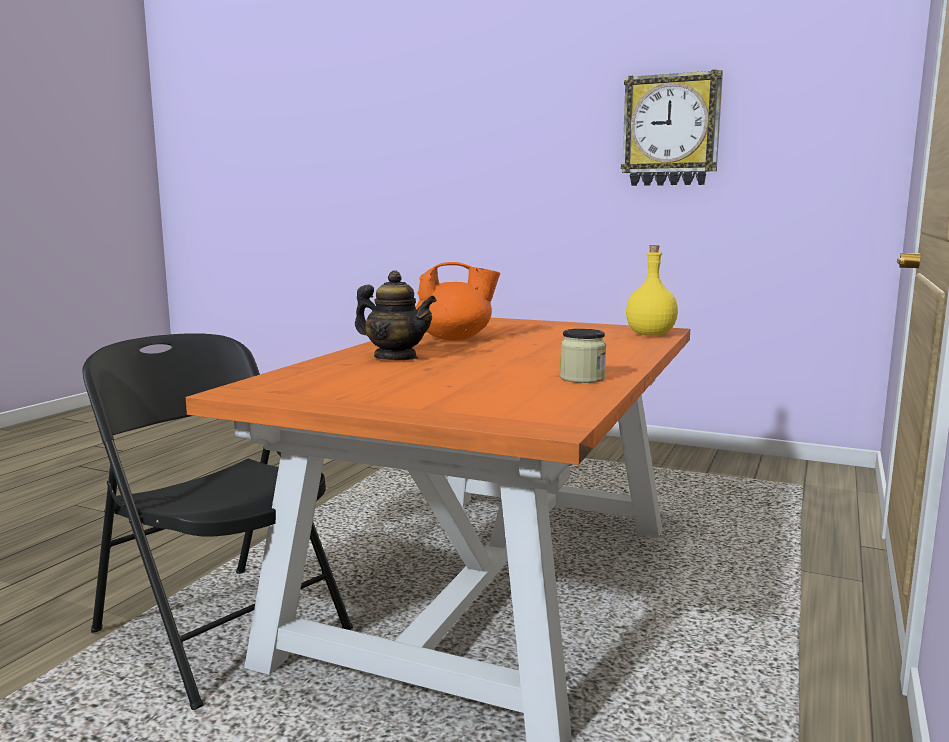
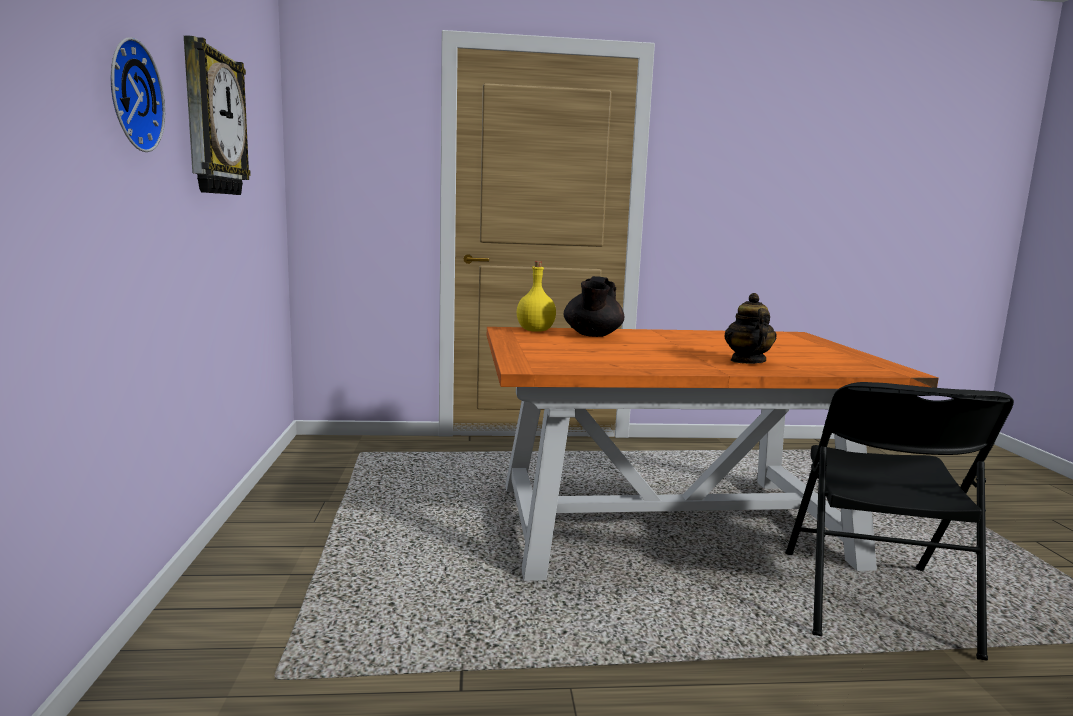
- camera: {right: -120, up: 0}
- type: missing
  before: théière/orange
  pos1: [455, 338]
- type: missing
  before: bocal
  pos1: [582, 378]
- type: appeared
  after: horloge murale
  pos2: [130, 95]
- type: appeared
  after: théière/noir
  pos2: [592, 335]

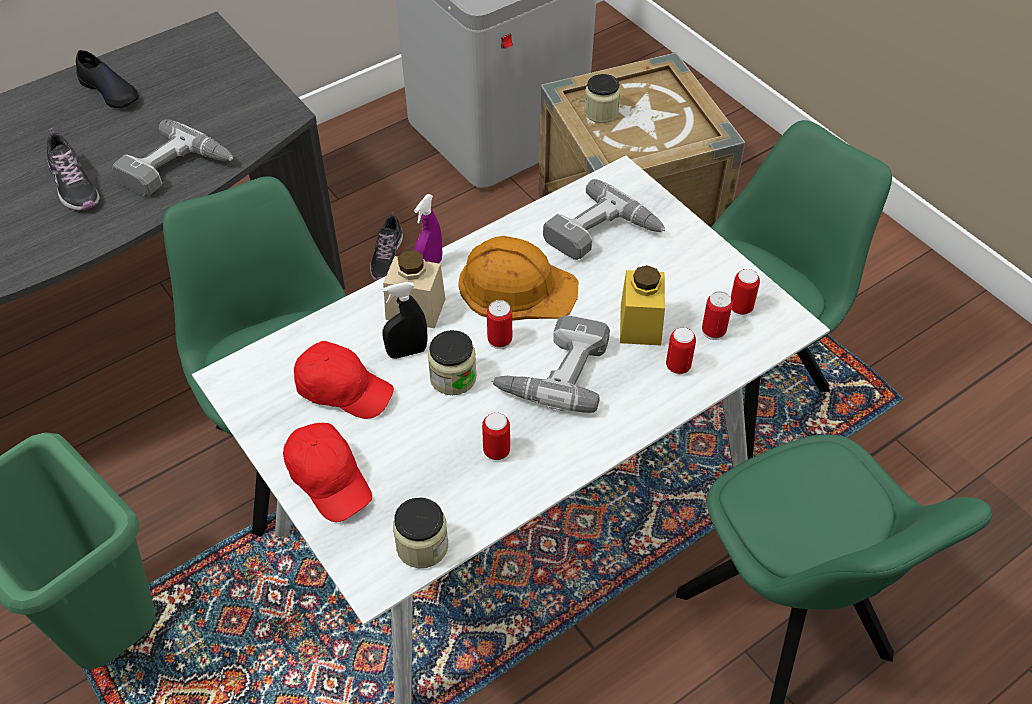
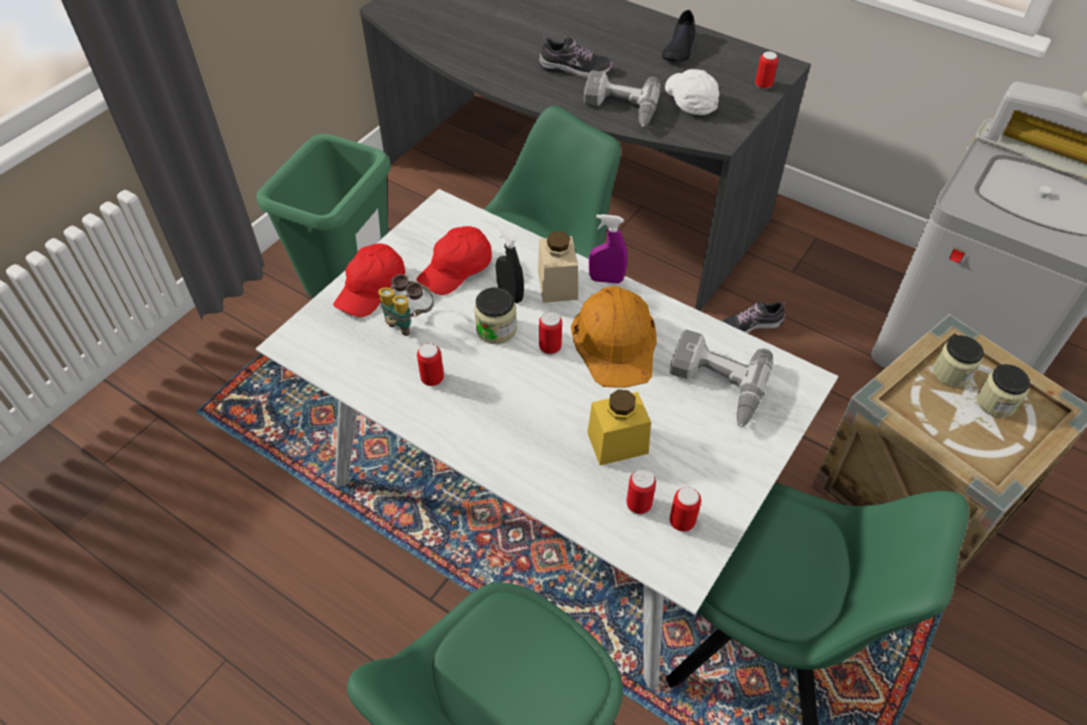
- camera: {right: 70, up: 0}
- type: missing
  before: perceuse
  pos1: [553, 370]
- type: appeared
  after: jumelles
  pos2: [408, 321]
- type: appeared
  after: casquette/blanc
  pos2: [690, 100]
- type: relocated
  before: bocal
  pos1: [422, 546]
  pos2: [995, 403]
- type: relocated
  before: boîte métallique
  pos1: [678, 366]
  pos2: [763, 85]
- type: spun
  before: chaussure
  pos1: [74, 185]
  pos2: [575, 69]
  turn: -120
- type: spun
  before: casquette/rouge
  pos1: [343, 389]
  pos2: [457, 270]
  turn: 45

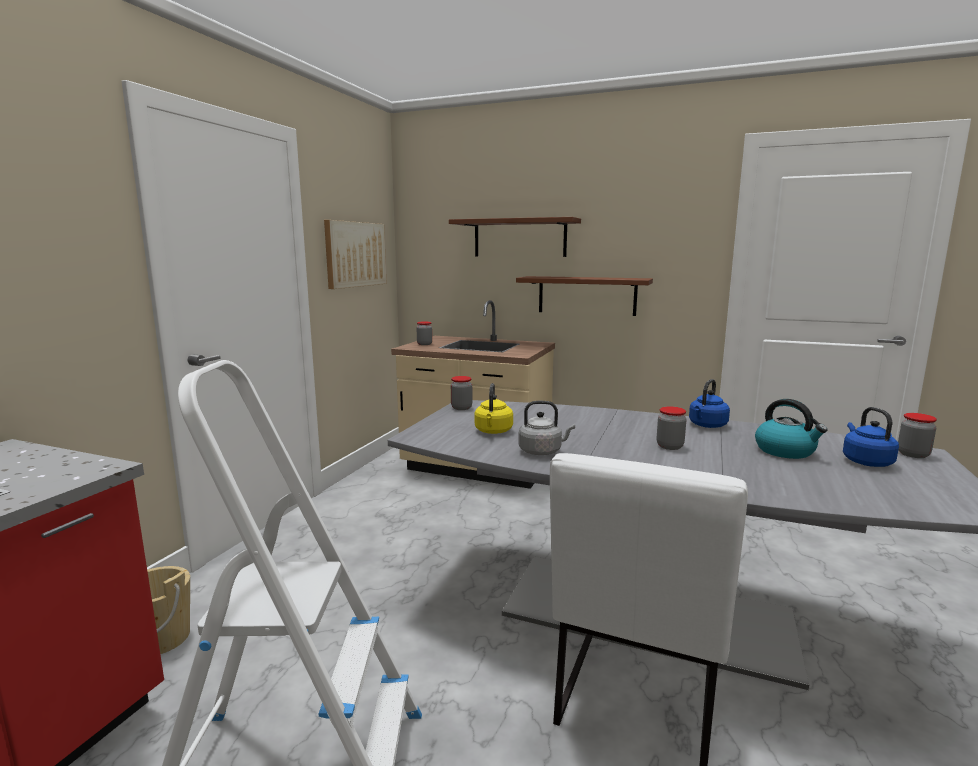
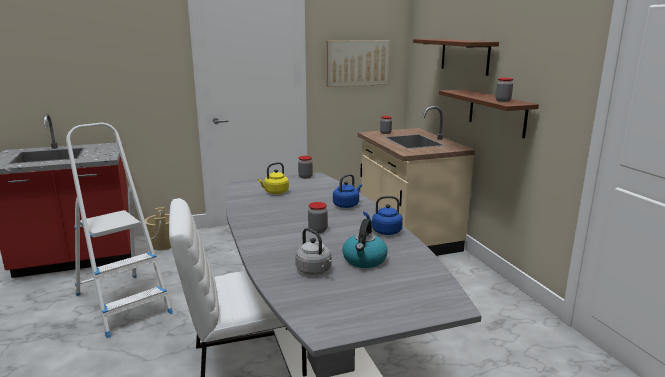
- camera: {right: 50, up: 5}
- type: relocated
  before: bouilloire/gris
  pos1: [542, 451]
  pos2: [315, 271]
- type: relocated
  before: bouilloire/bleu
  pos1: [865, 461]
  pos2: [347, 205]
- type: relocated
  before: bocal
  pos1: [913, 454]
  pos2: [503, 101]

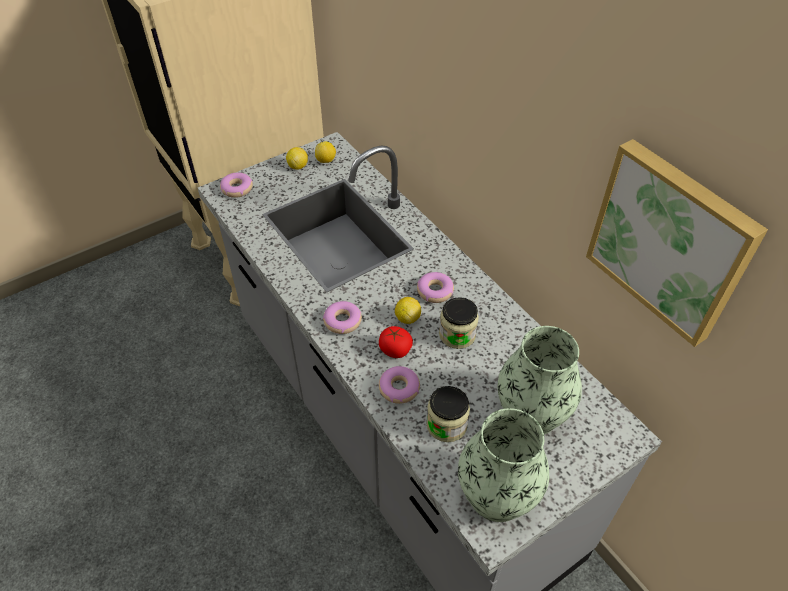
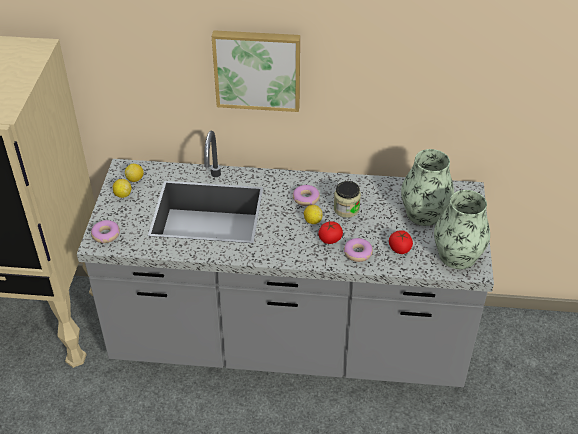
- camera: {right: -50, up: -5}
- type: missing
  before: beignet
  pos1: [343, 321]
- type: relocated
  before: tableau
  pos1: [670, 241]
  pos2: [257, 69]
- type: exchanged
  before: bocal
  after: tomate
  pos1: [446, 424]
  pos2: [400, 249]

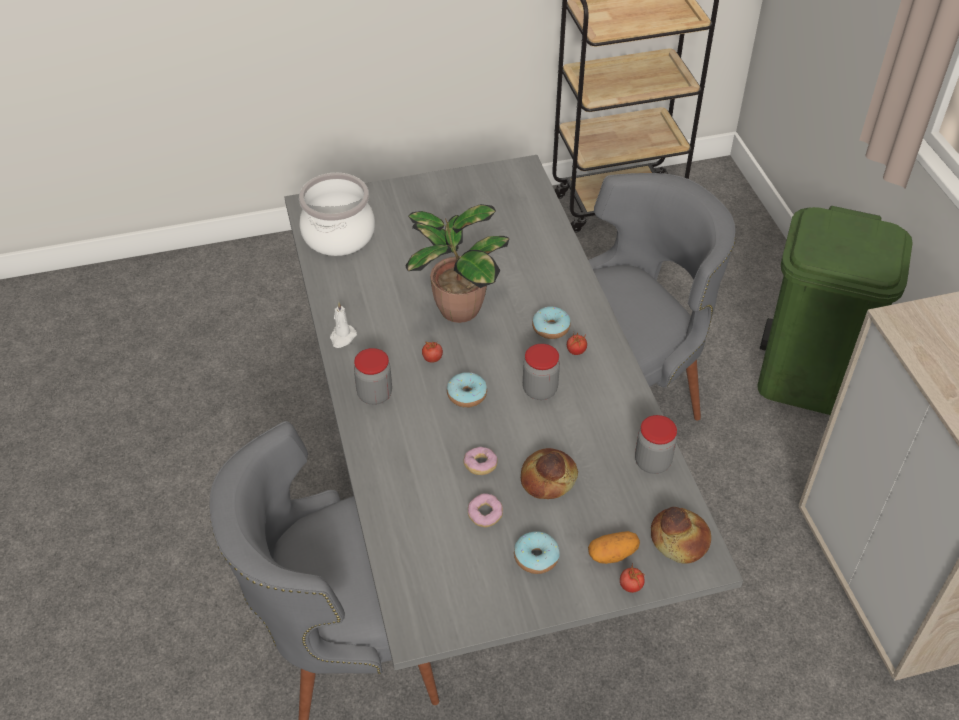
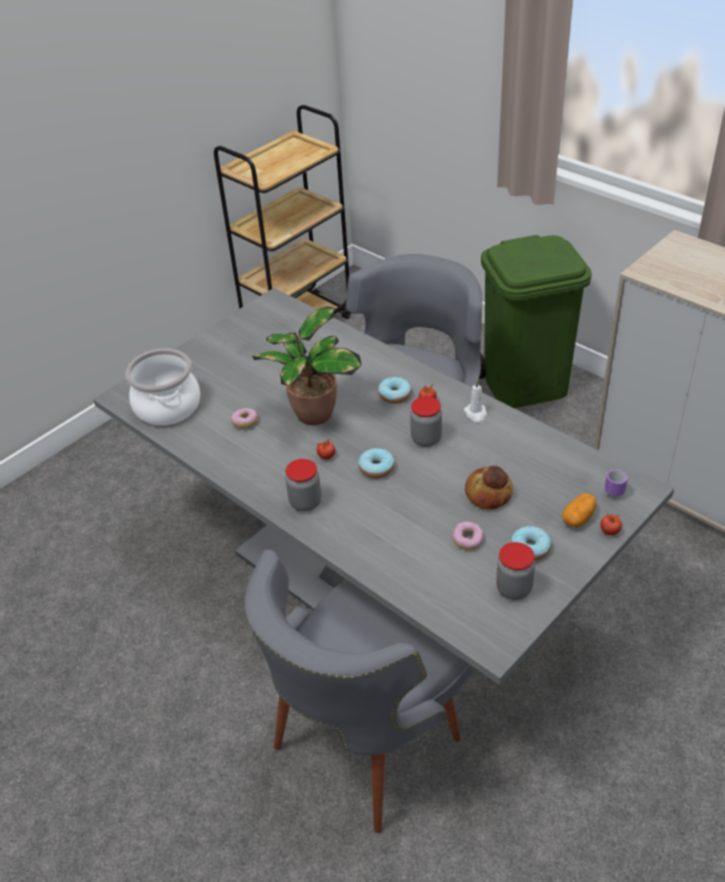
- camera: {right: -30, up: -5}
- type: relocated
  before: bougie/blanc
  pos1: [342, 337]
  pos2: [476, 414]
- type: relocated
  before: beignet
  pos1: [480, 465]
  pos2: [245, 422]
- type: relocated
  before: bocal
  pos1: [652, 462]
  pos2: [514, 589]
- type: exchanged
  before: pain
  after: mug
  pos1: [680, 539]
  pos2: [612, 485]

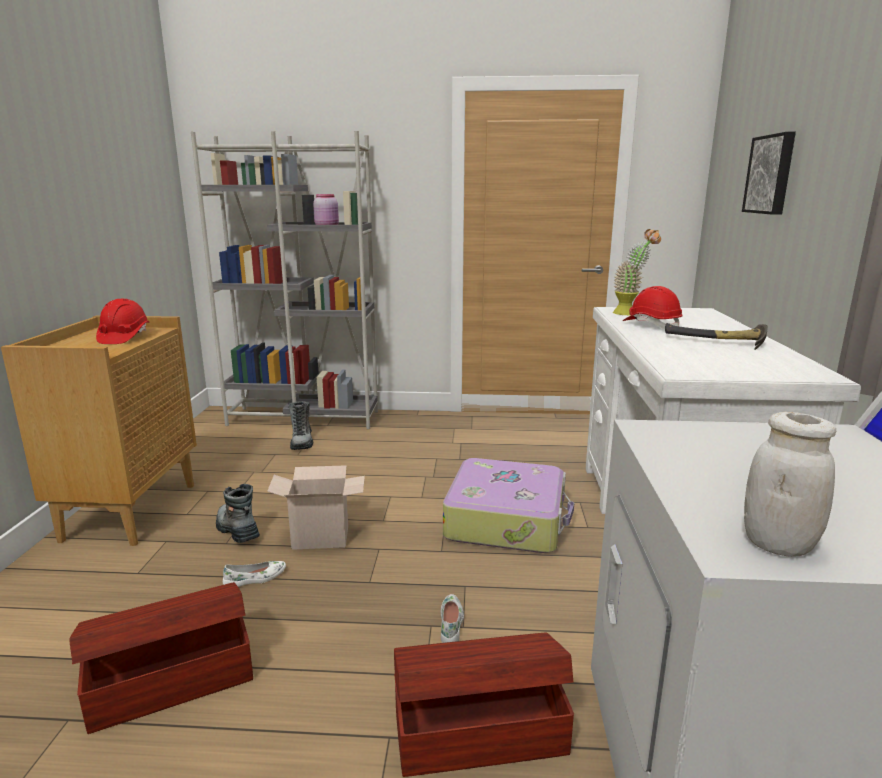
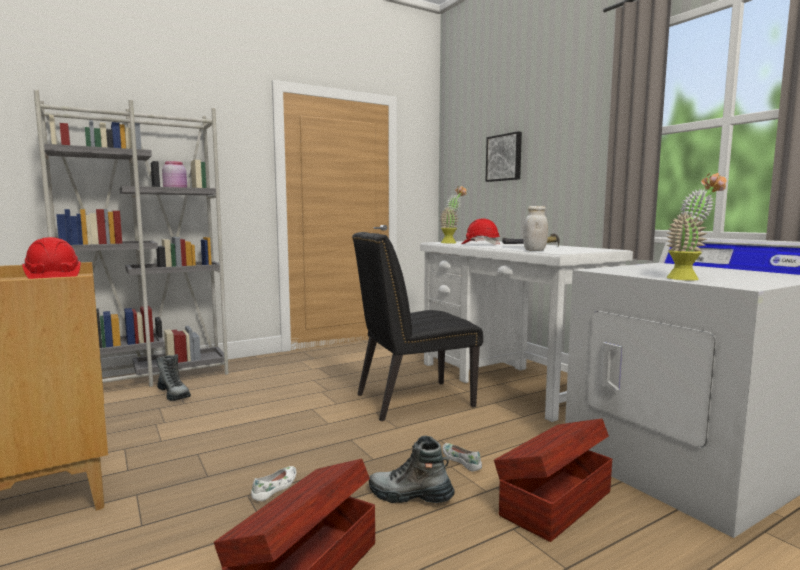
- camera: {right: -35, up: -10}
- type: missing
  before: carton
  pos1: [322, 537]
- type: appeared
  after: plante en pot
  pos2: [689, 278]
- type: relocated
  before: botte
  pos1: [237, 530]
  pos2: [410, 496]
- type: relocated
  before: bocal/blanc
  pos1: [778, 544]
  pos2: [534, 250]
- type: exchanged
  before: valise
  after: chaise/noir
  pos1: [507, 520]
  pos2: [415, 400]

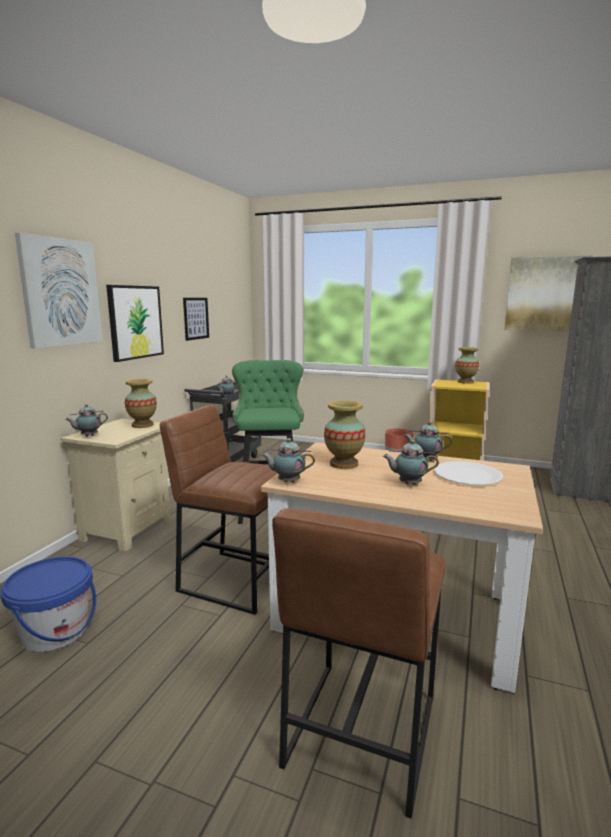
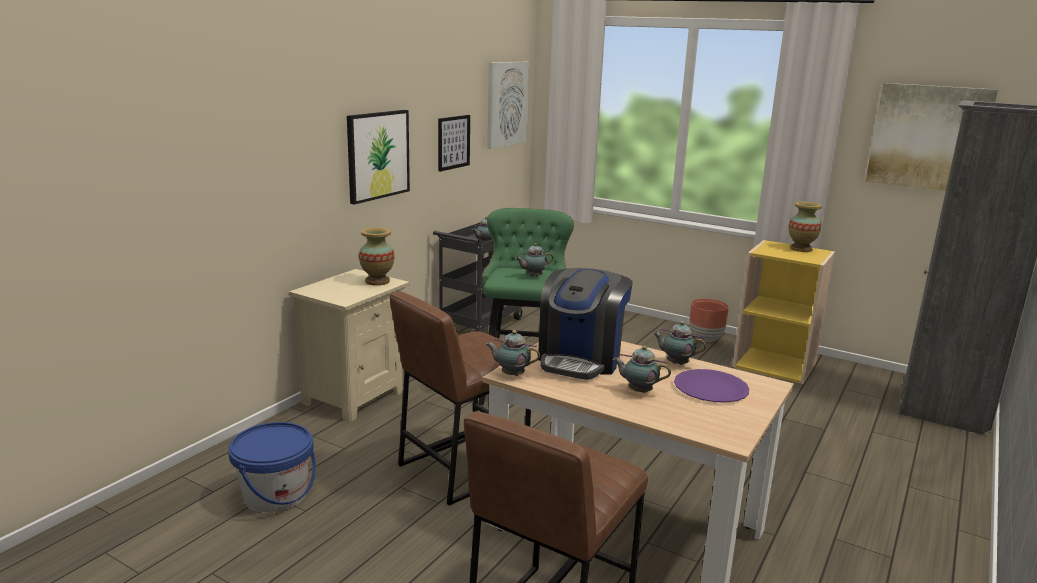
- camera: {right: 10, up: 5}
- type: relocated
  before: tableau
  pos1: [61, 292]
  pos2: [506, 104]
- type: relocated
  before: théière
  pos1: [88, 436]
  pos2: [533, 276]
- type: exchanged
  before: vase
  after: machine à café
  pos1: [344, 464]
  pos2: [581, 359]
- type: colour
  before: assiette/blanc
  after: assiette/violet
  pos1: [467, 475]
  pos2: [710, 388]
- type: spun
  before: chaise/marron
  pos1: [234, 580]
  pos2: [461, 468]
  turn: -75

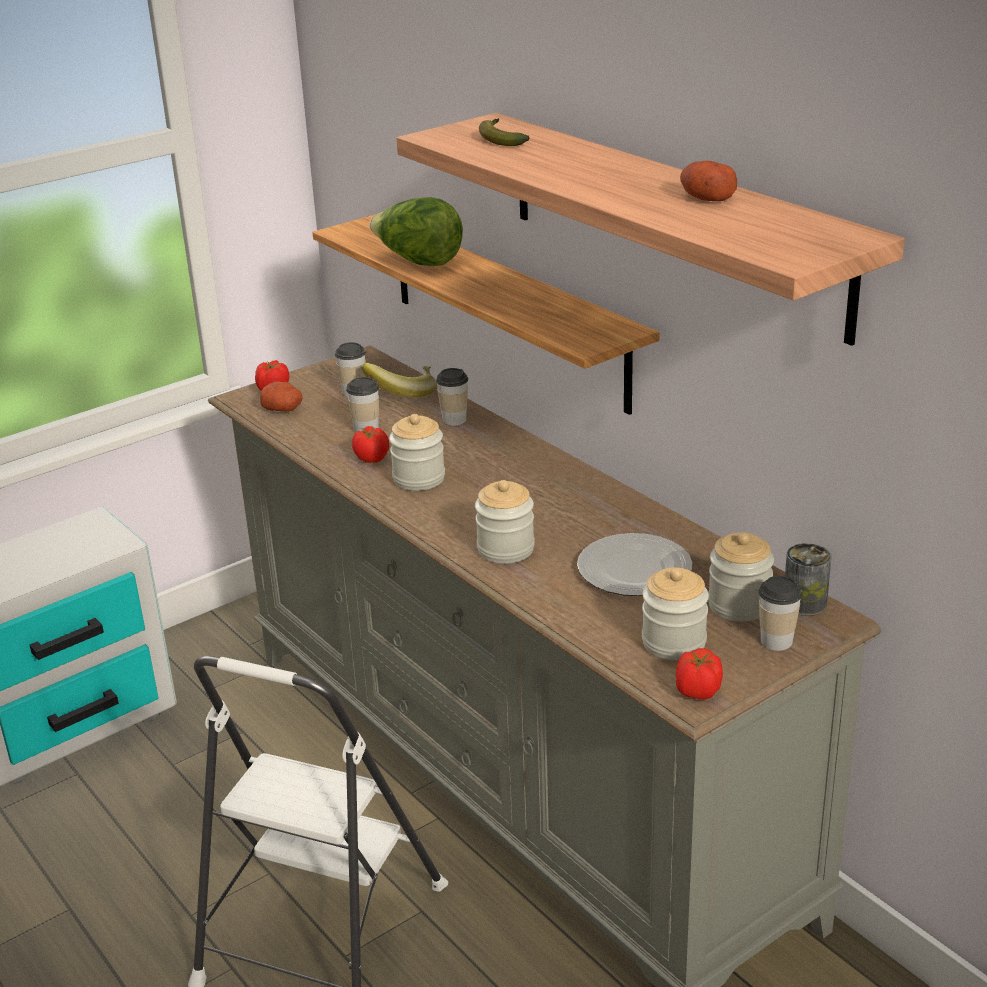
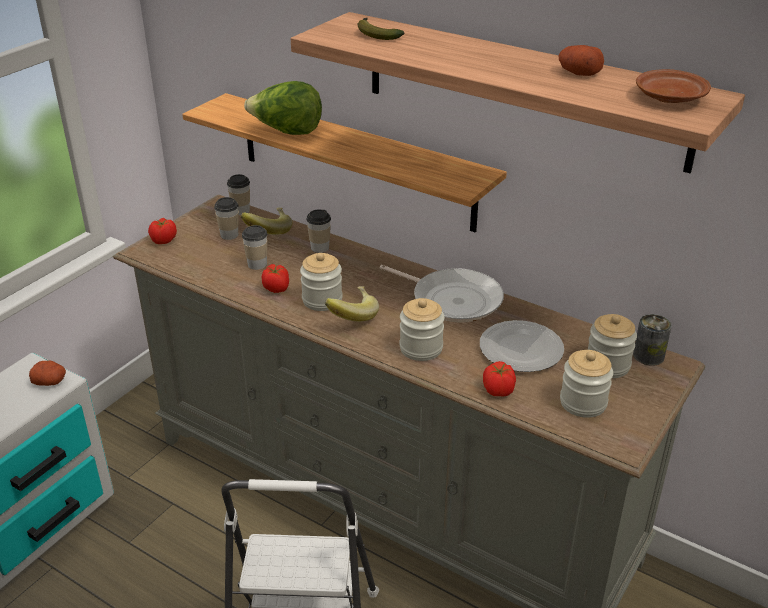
- camera: {right: -20, up: 5}
- type: appeared
  after: banane
  pos2: [351, 315]
- type: appeared
  after: poêle
  pos2: [452, 300]
- type: appeared
  after: assiette/marron
  pos2: [669, 97]
- type: relocated
  before: pomme de terre
  pos1: [283, 409]
  pos2: [50, 381]
- type: relocated
  before: tomate
  pos1: [697, 691]
  pos2: [497, 390]
- type: relocated
  before: tasse
  pos1: [776, 641]
  pos2: [241, 211]

